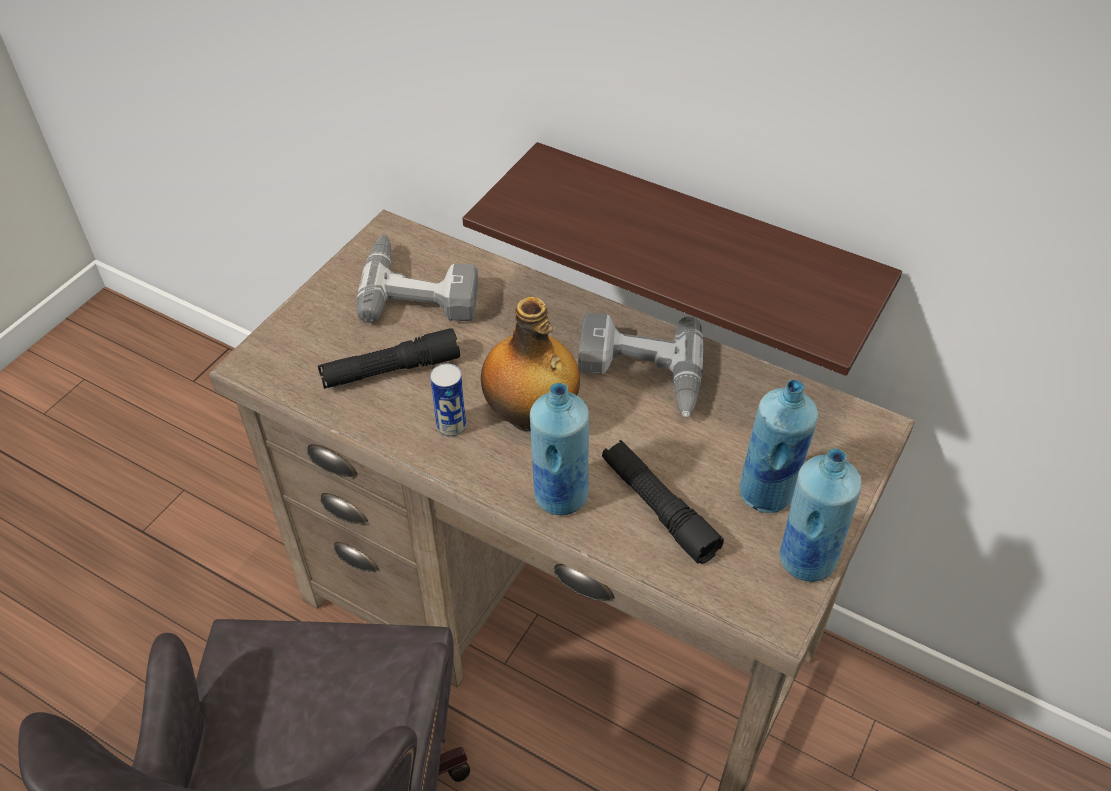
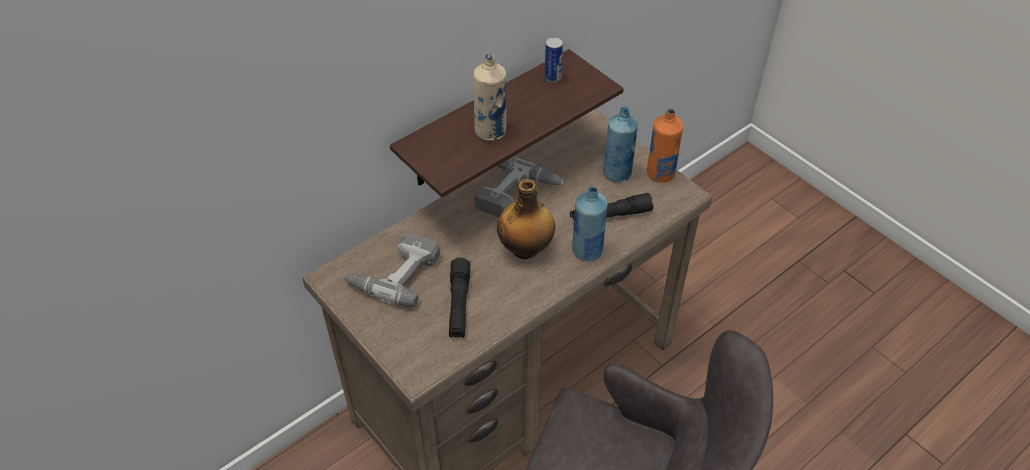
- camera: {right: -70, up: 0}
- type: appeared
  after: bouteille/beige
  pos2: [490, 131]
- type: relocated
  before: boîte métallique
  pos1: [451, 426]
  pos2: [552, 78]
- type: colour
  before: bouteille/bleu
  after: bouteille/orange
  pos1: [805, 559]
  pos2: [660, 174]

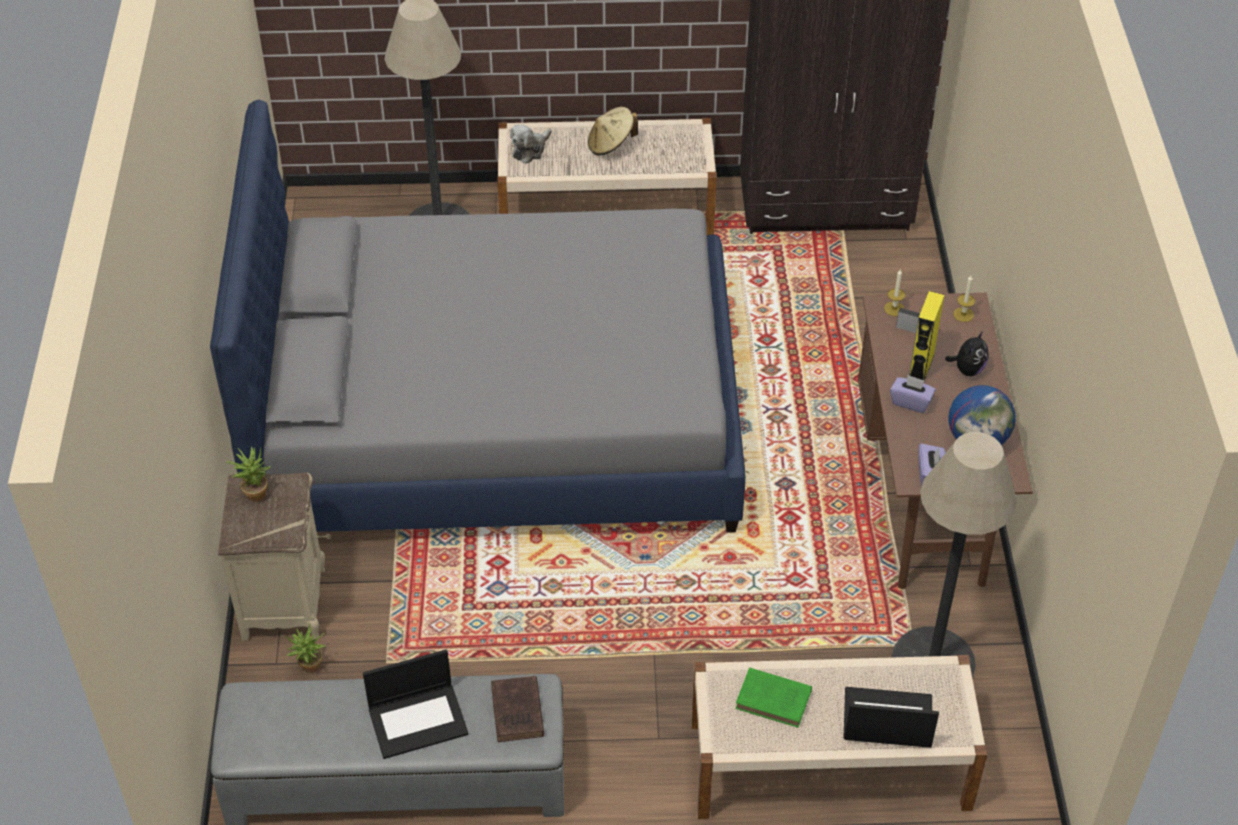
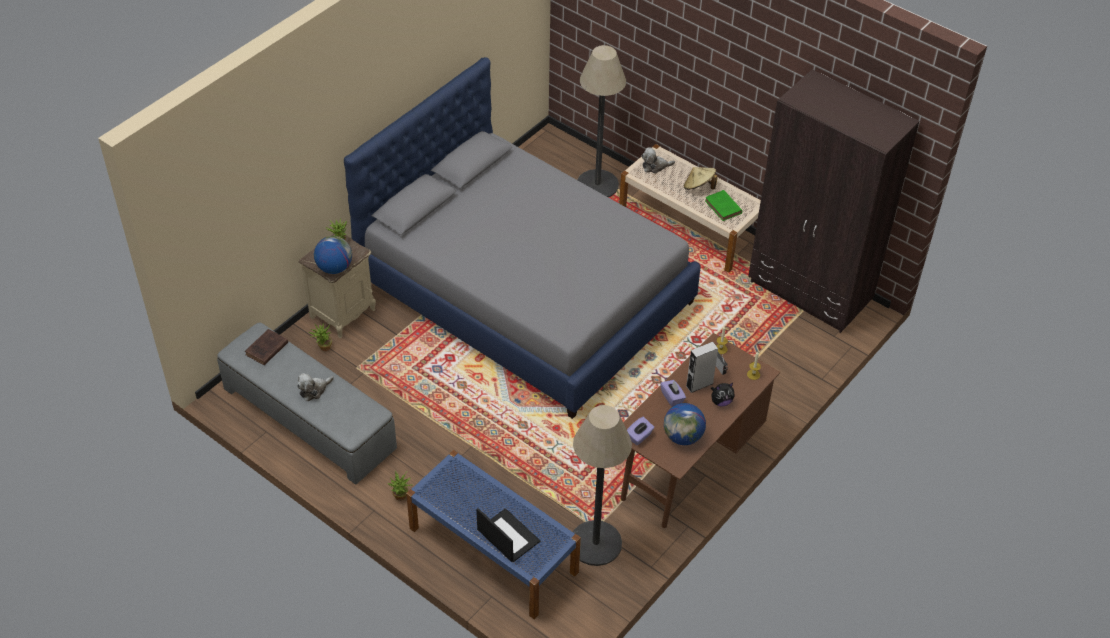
- camera: {right: 40, up: 0}
- type: appeared
  after: globe
  pos2: [334, 268]
- type: appeared
  after: plante en pot
  pos2: [401, 498]
- type: relocated
  before: livre/marron
  pos1: [517, 713]
  pos2: [266, 349]
- type: relocated
  before: livre/vert
  pos1: [775, 700]
  pos2: [723, 208]
- type: exchanged
  before: ordinateur portable
  after: peluche
  pos1: [418, 720]
  pos2: [314, 390]
- type: colour
  before: banc/beige
  after: banc/bleu
  pos1: [829, 766]
  pos2: [492, 551]
- type: colour
  before: enceinte/jaune
  after: enceinte/gris
  pos1: [921, 366]
  pos2: [699, 384]

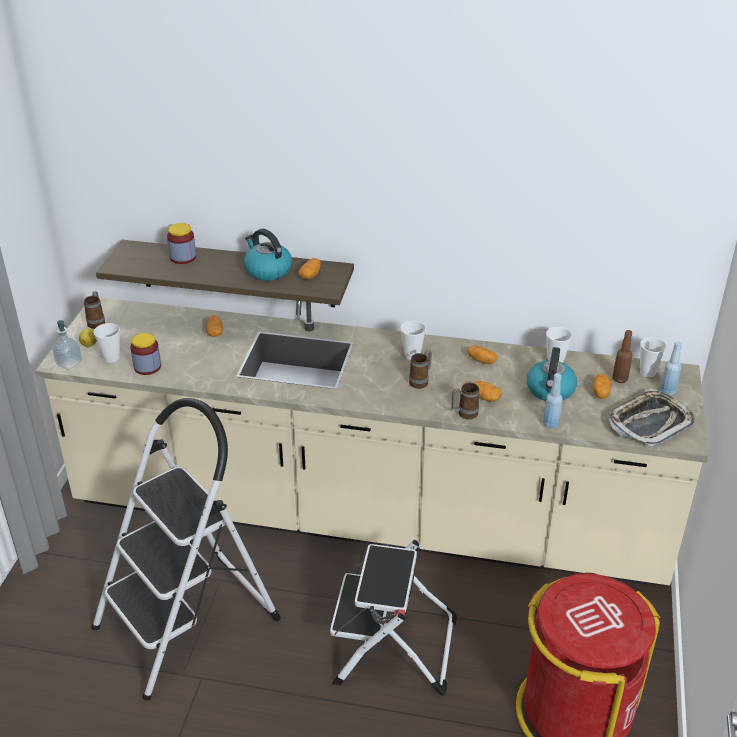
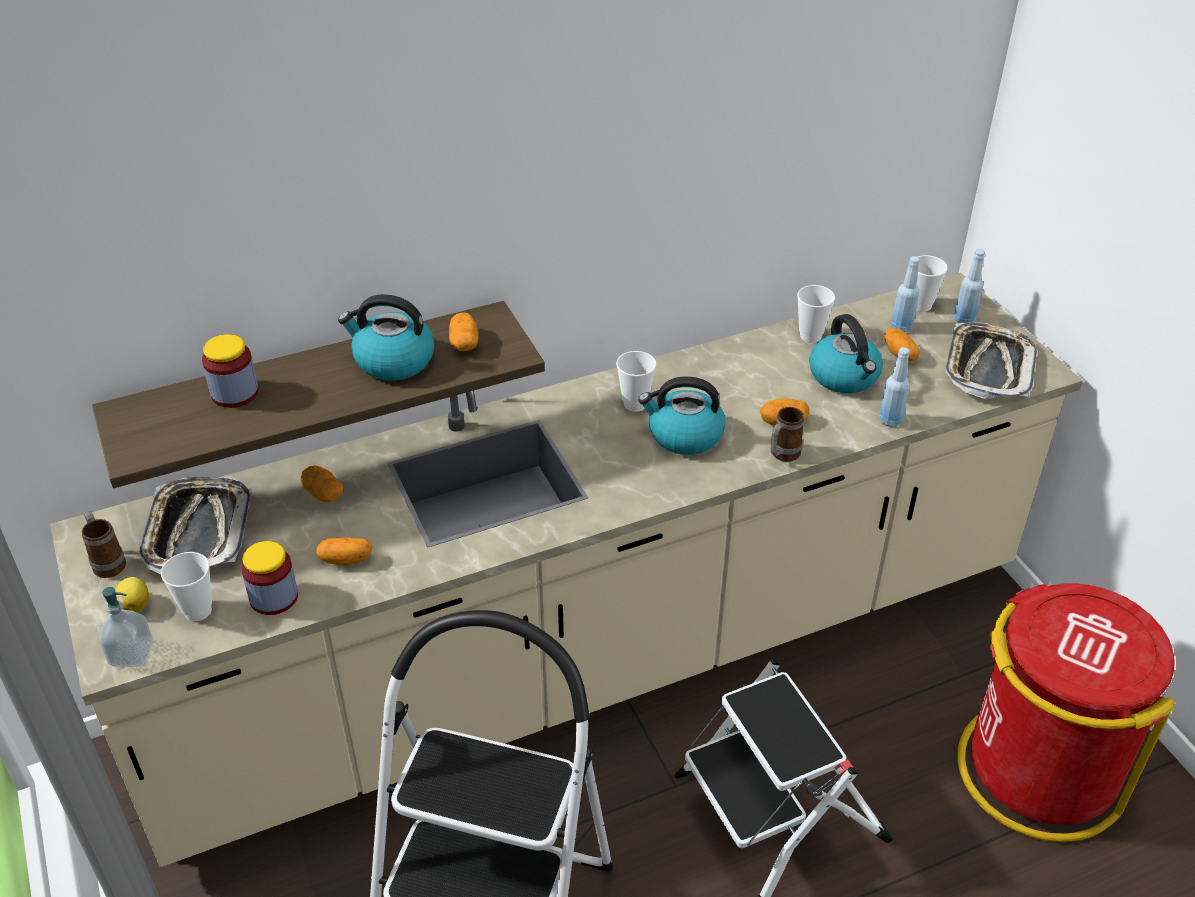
- camera: {right: -35, up: 5}
- type: appeared
  after: plateau
  pos2: [197, 532]
- type: relocated
  before: pomme de terre
  pos1: [482, 361]
  pos2: [346, 559]
- type: exchanged
  before: mug
  after: bouilloire
  pos1: [421, 381]
  pos2: [684, 435]
- type: colour
  before: bouteille/marron
  after: bouteille/bleu
  pos1: [619, 379]
  pos2: [901, 327]

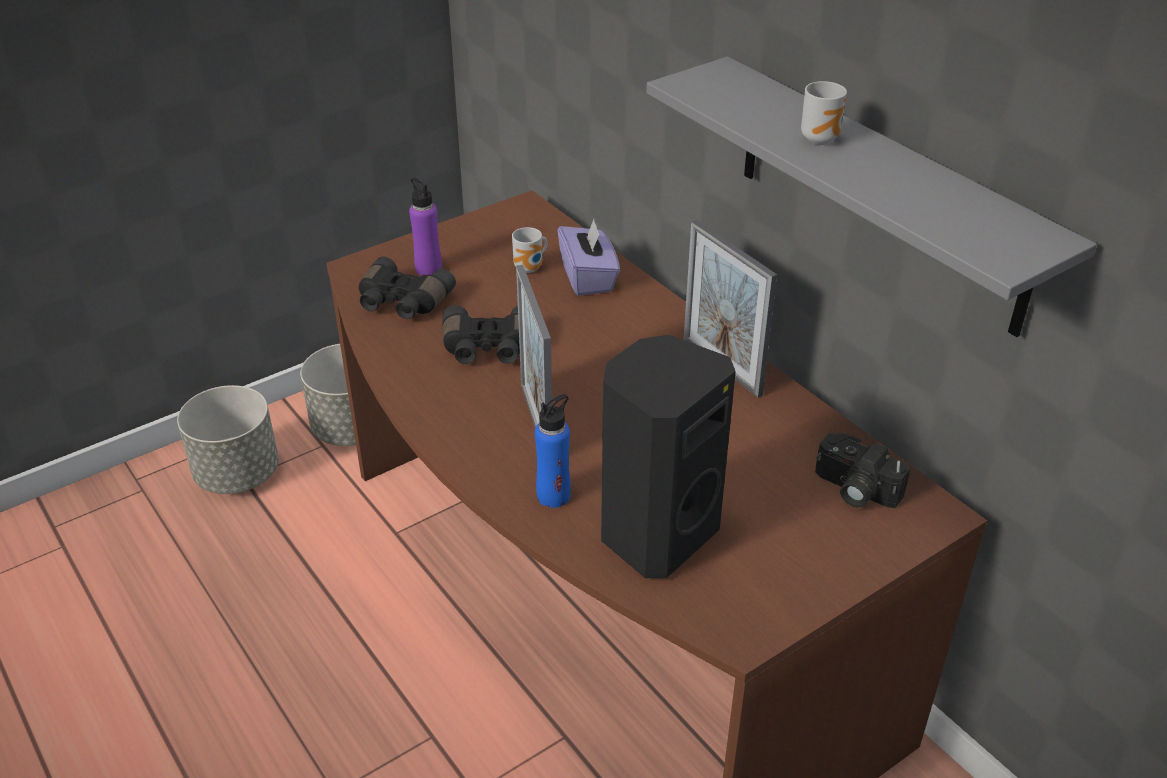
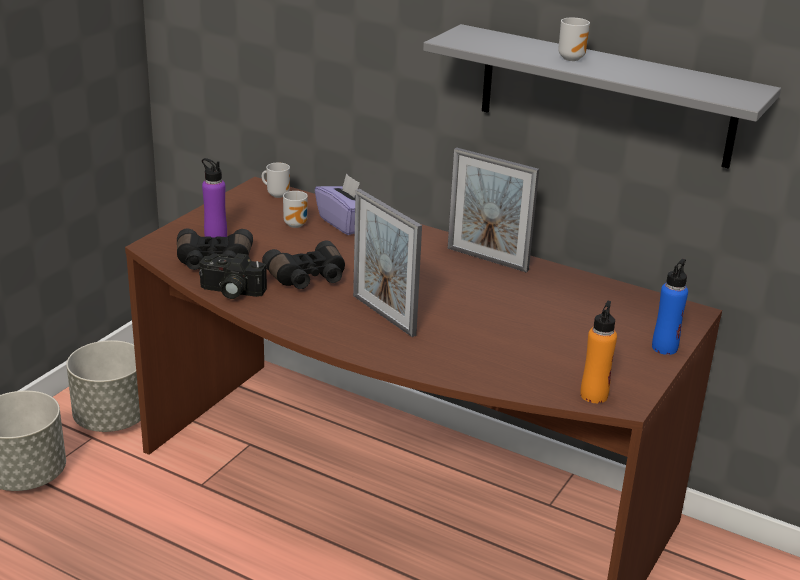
- camera: {right: -25, up: -10}
- type: missing
  before: enceinte/noir
  pos1: [655, 534]
- type: appeared
  after: mug
  pos2: [277, 194]
- type: appeared
  after: bouteille/orange
  pos2: [594, 395]
- type: relocated
  before: bouteille/bleu
  pos1: [553, 496]
  pos2: [664, 347]
- type: relocated
  before: appareil photo
  pos1: [853, 490]
  pos2: [230, 291]

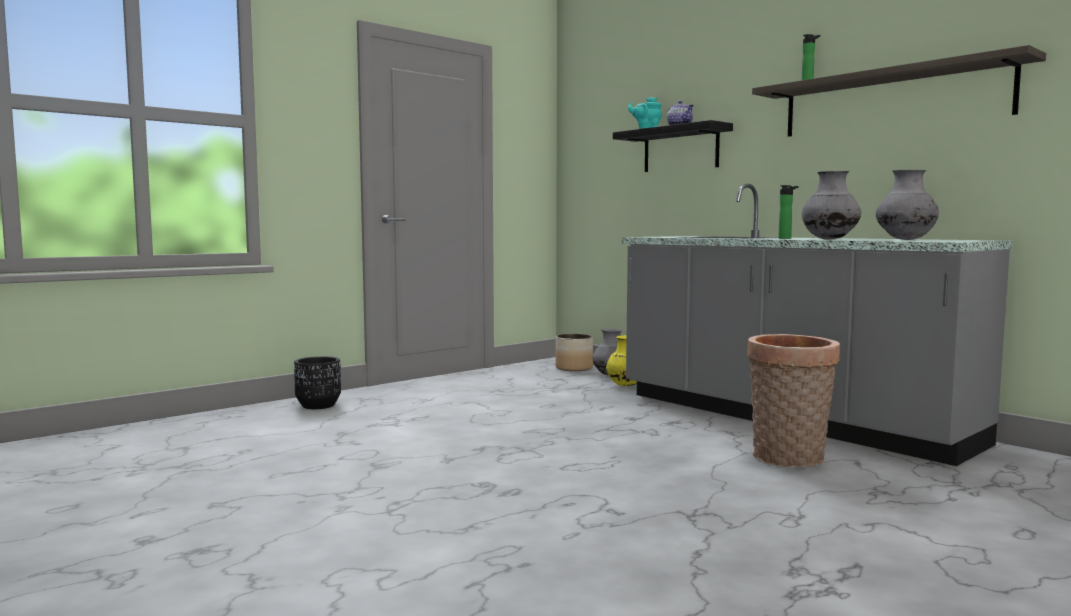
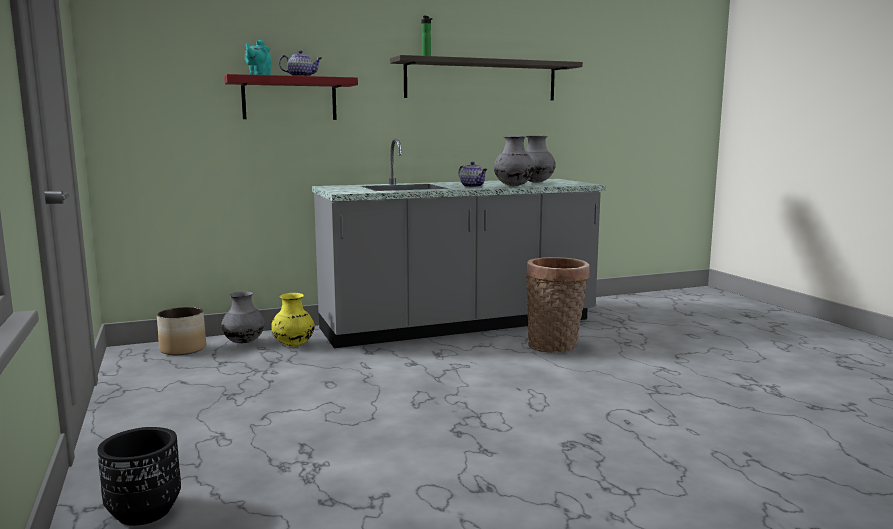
- camera: {right: -70, up: 5}
- type: exchanged
  before: bouteille
  after: théière
  pos1: [786, 238]
  pos2: [473, 186]
- type: colour
  before: étagère/noir
  after: étagère/rouge
  pos1: [680, 149]
  pos2: [289, 98]

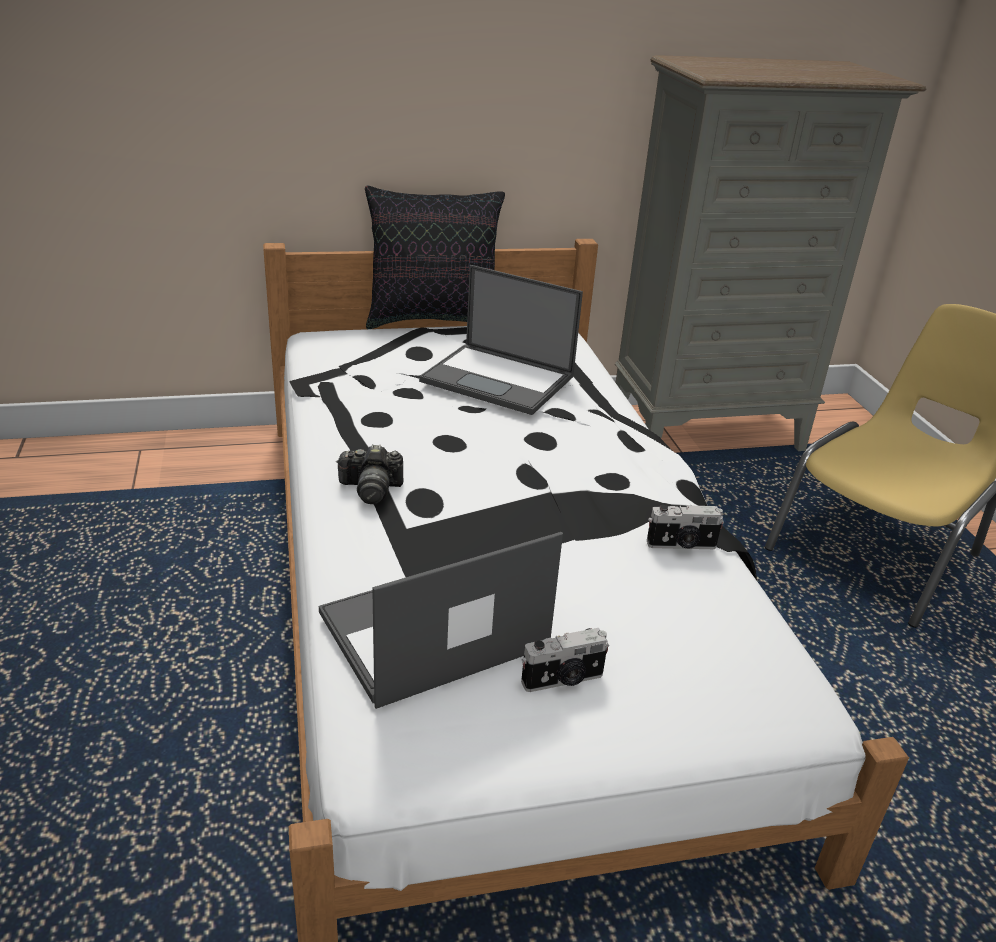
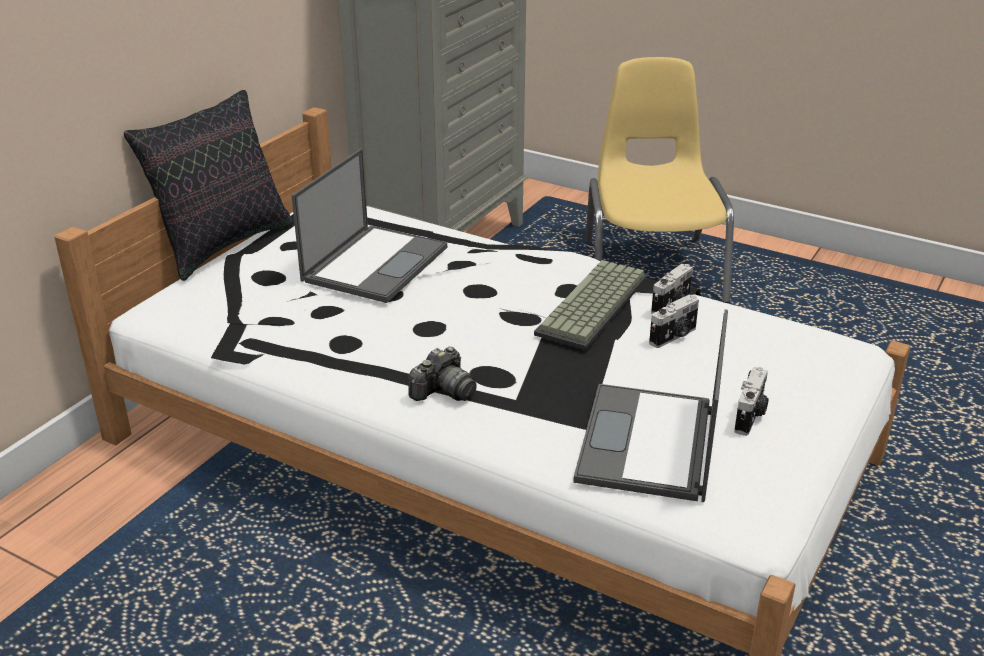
- camera: {right: -45, up: 0}
- type: appeared
  after: clavier
  pos2: [594, 307]
- type: appeared
  after: appareil photo
  pos2: [674, 336]
- type: spun
  before: ordinateur portable
  pos1: [499, 379]
  pos2: [375, 263]
  turn: -45

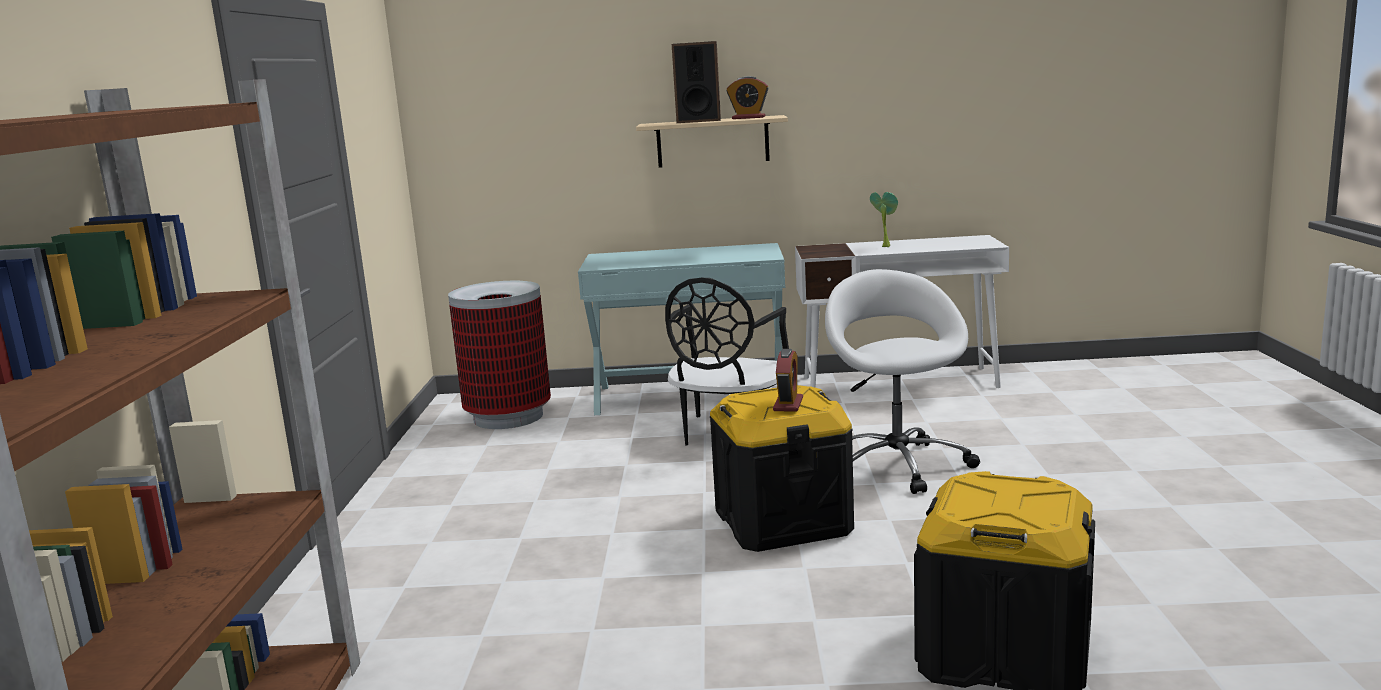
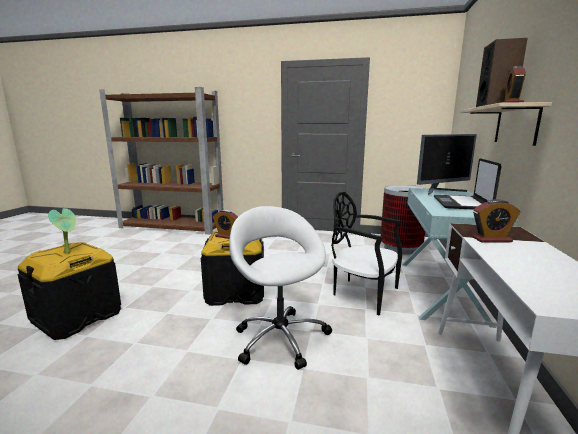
- camera: {right: 100, up: 0}
- type: appeared
  after: écran d'ordinateur
  pos2: [441, 191]
- type: appeared
  after: ordinateur portable
  pos2: [462, 203]
- type: appeared
  after: réveil
  pos2: [491, 239]
- type: relocated
  before: plante en pot
  pos1: [885, 246]
  pos2: [69, 252]
- type: spun
  before: chaise de bureau/blanc
  pos1: [897, 466]
  pos2: [280, 338]
  turn: -120

